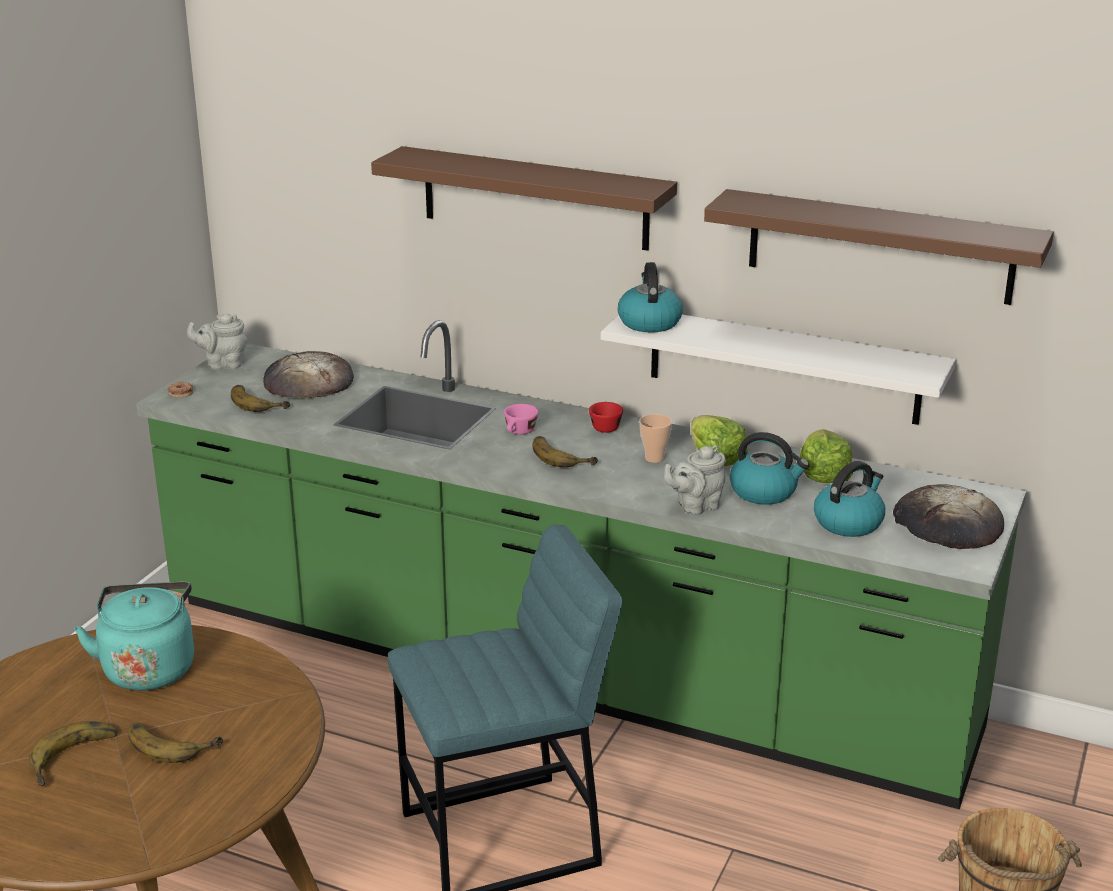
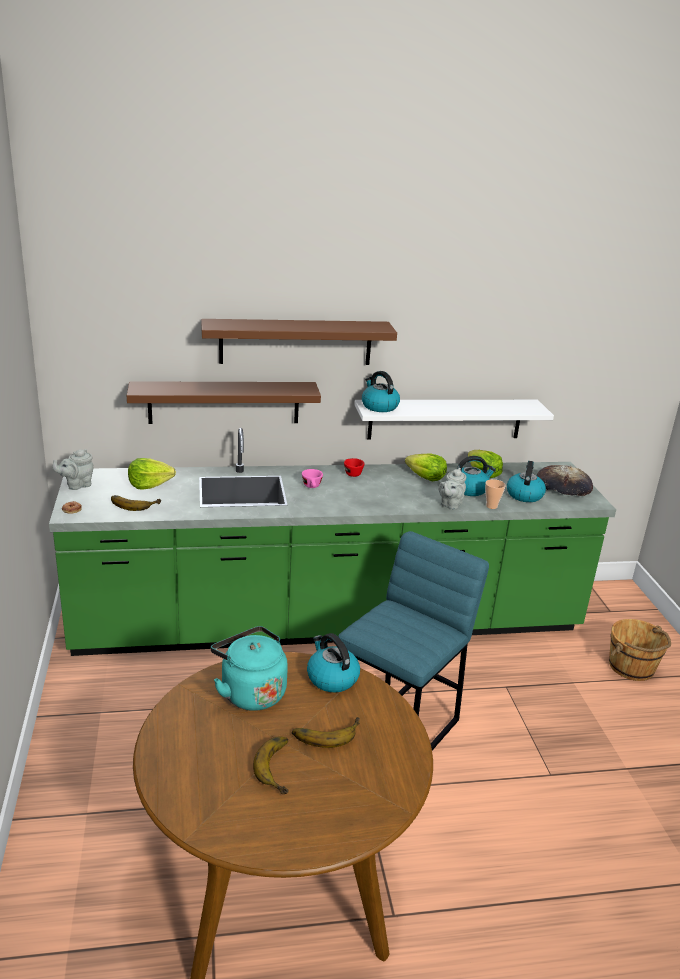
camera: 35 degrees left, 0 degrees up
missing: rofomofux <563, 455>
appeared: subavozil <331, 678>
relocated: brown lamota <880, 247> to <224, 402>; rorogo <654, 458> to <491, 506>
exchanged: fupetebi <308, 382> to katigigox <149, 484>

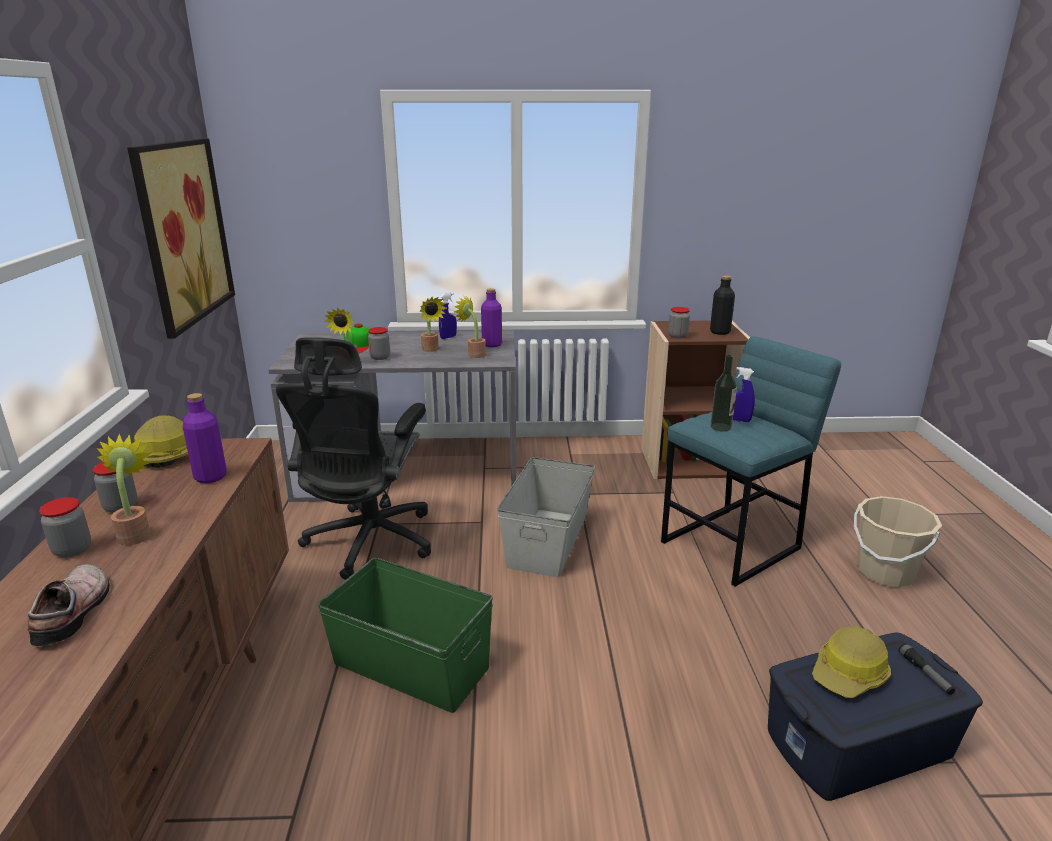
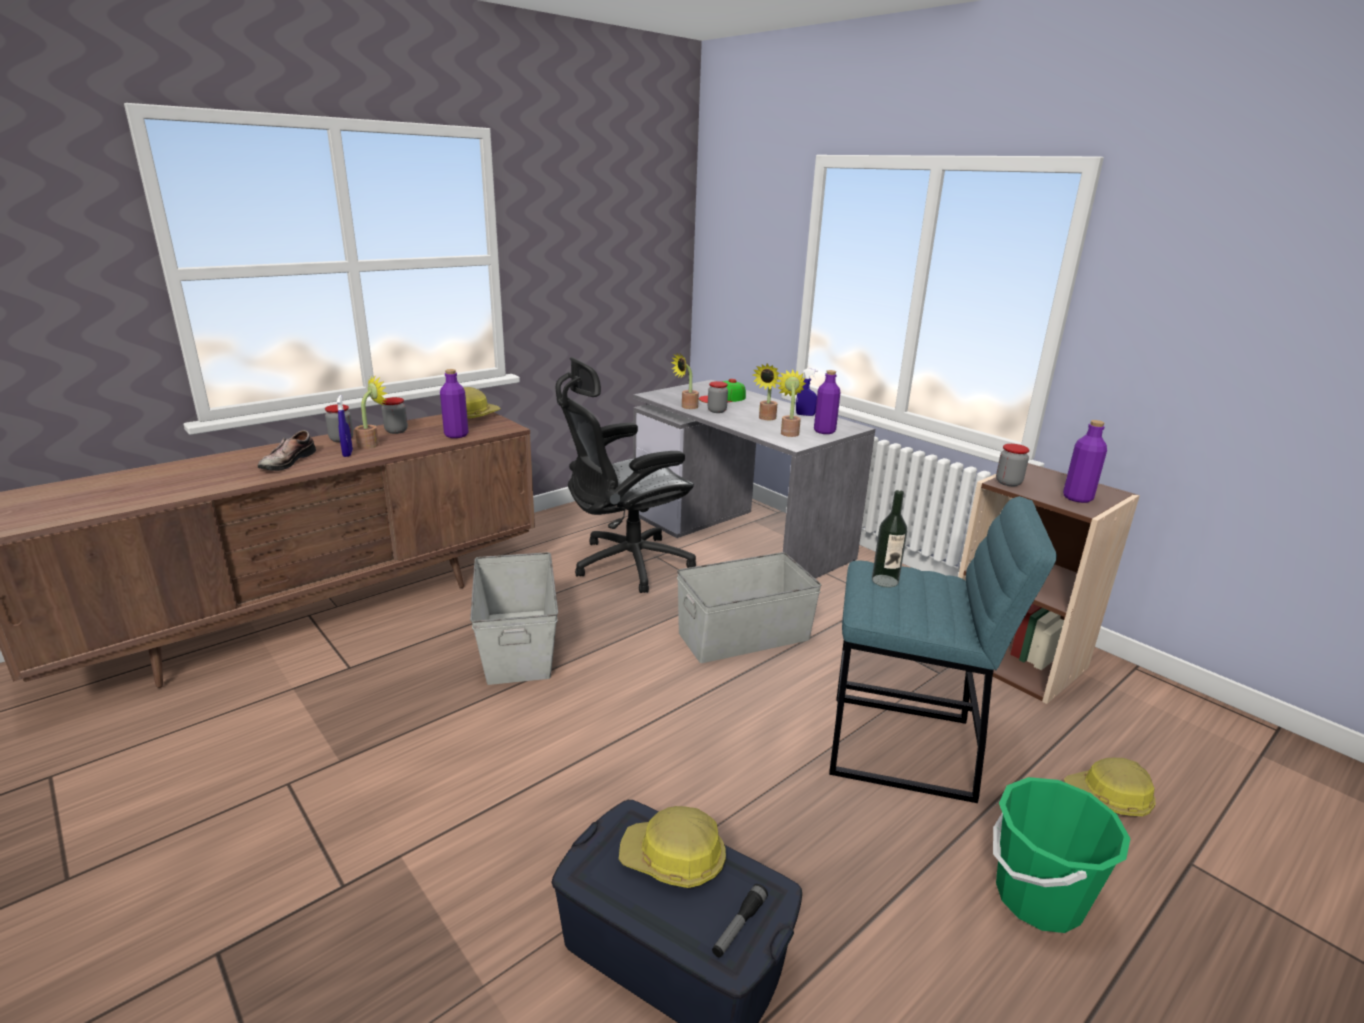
camera: 50 degrees right, 0 degrees up
missing: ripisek <184, 232>
appeared: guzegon <1109, 799>
relocated: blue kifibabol <739, 420> to <347, 453>
colour: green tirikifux <411, 664> to grey tirikifux <518, 644>; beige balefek <884, 572> to green balefek <1038, 897>; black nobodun <720, 332> to purple nobodun <1077, 498>
spun: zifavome <76, 610> = <286, 462> 150 degrees clockwise

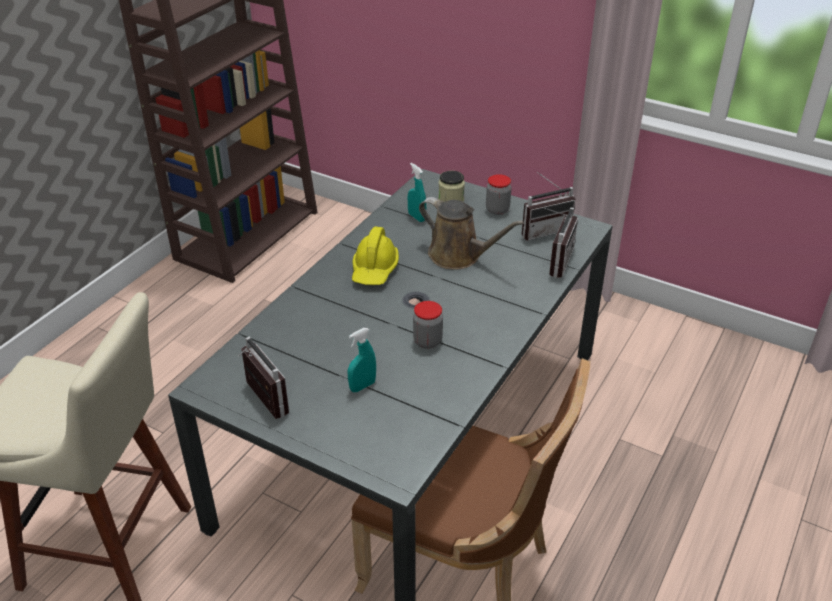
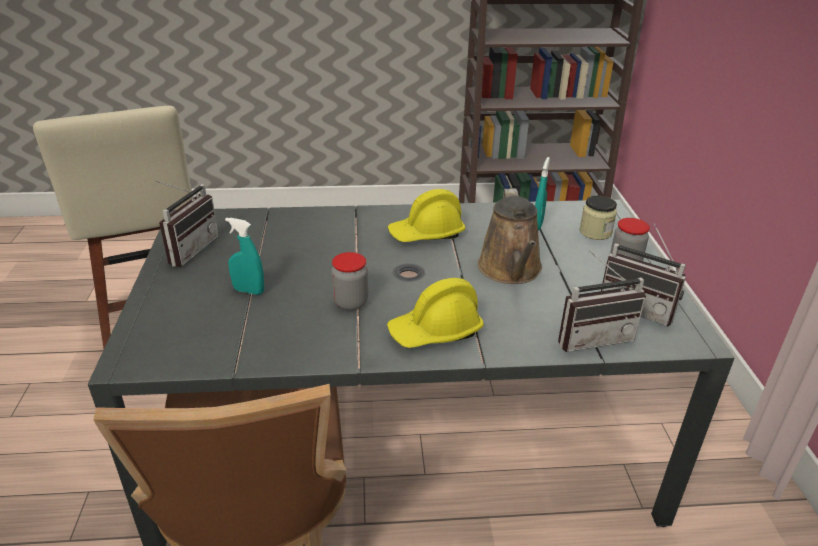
camera: 55 degrees right, 5 degrees down
appeared: yellow guzegon <435, 331>

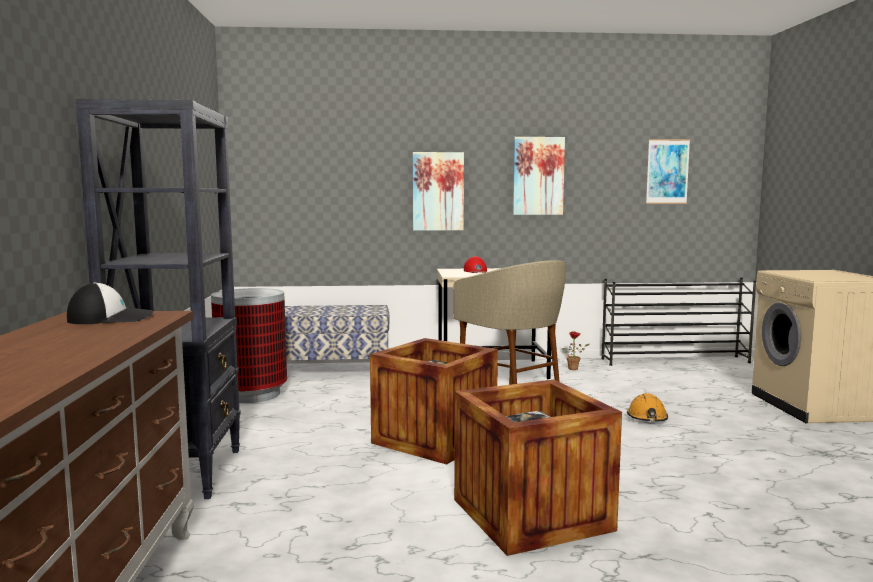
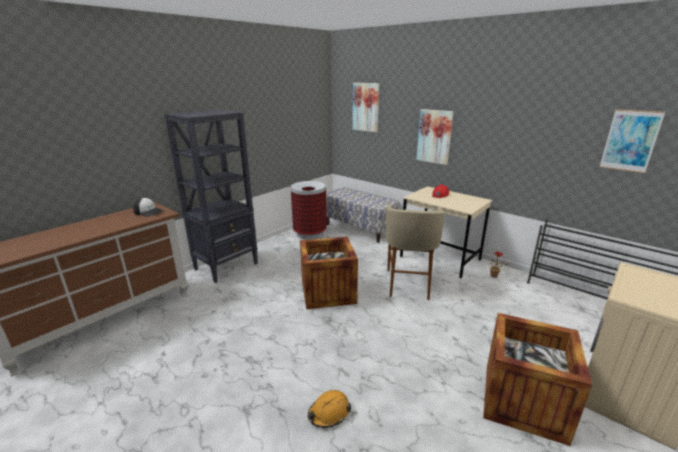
camera: 45 degrees right, 15 degrees up
relocated: orange guzegon <647, 418> to <329, 413>; ripisek <538, 176> to <366, 107>; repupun <531, 514> to <523, 401>

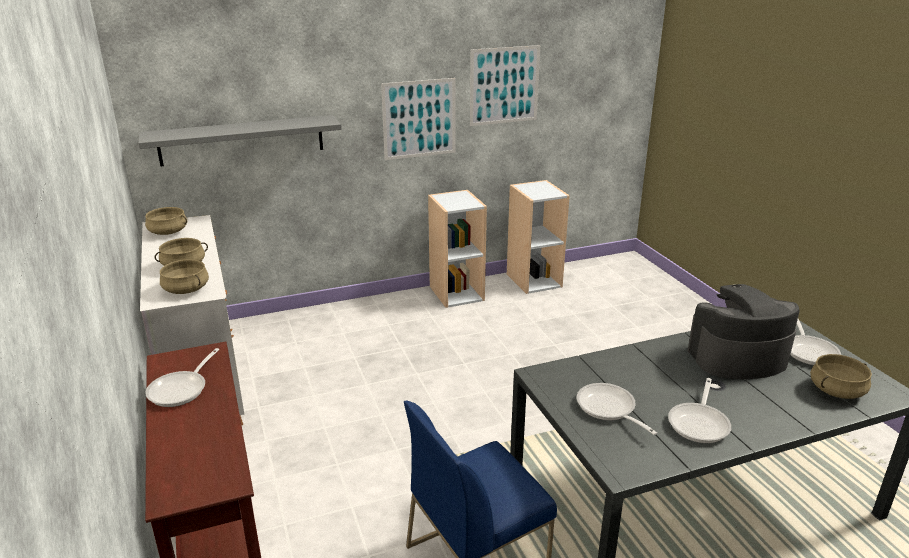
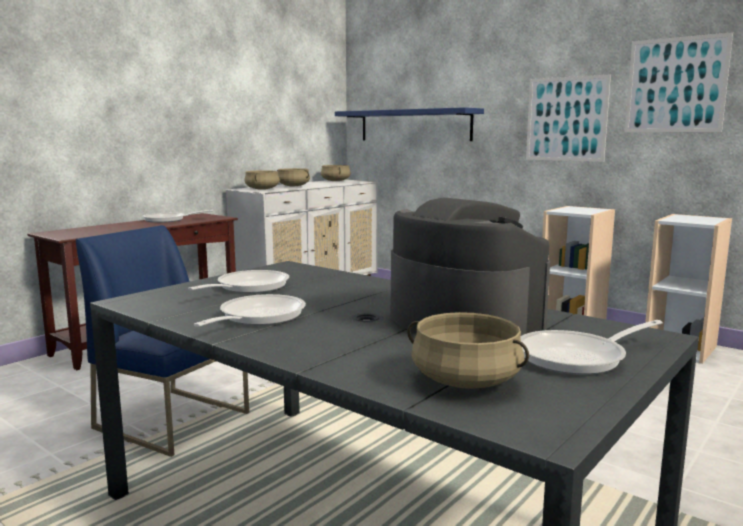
camera: 60 degrees right, 15 degrees down
colour: grey lamota <242, 140> to blue lamota <414, 125>
spun: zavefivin <699, 423> = <257, 318> 120 degrees clockwise

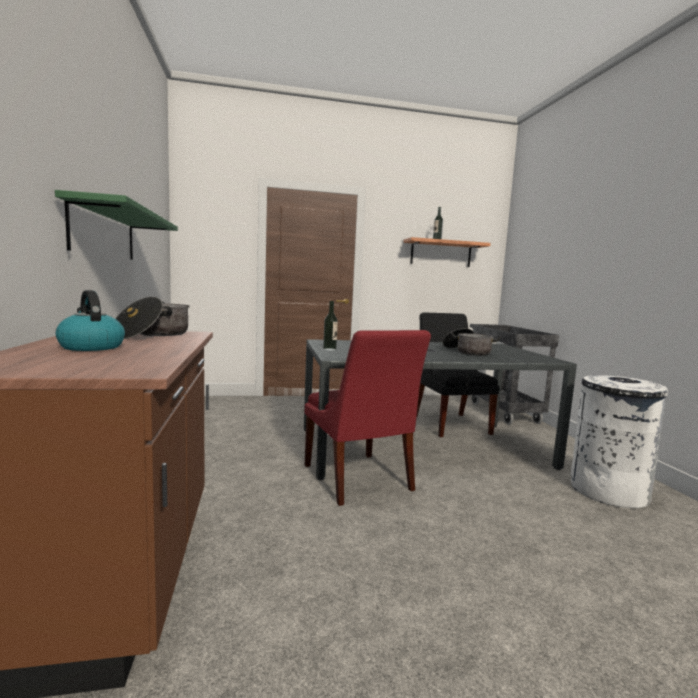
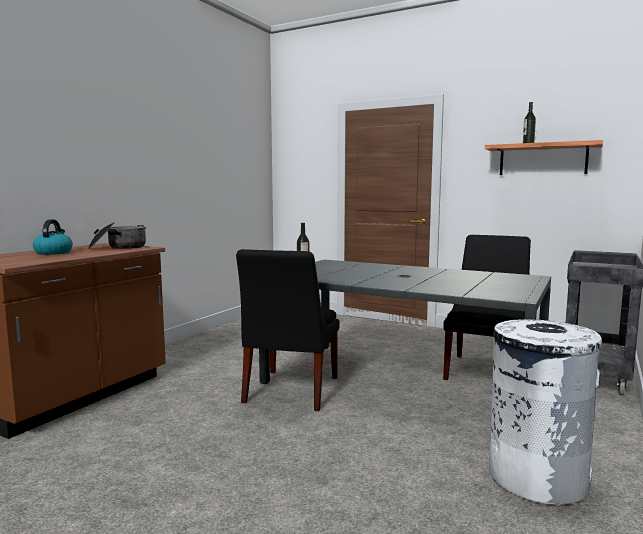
camera: 40 degrees right, 0 degrees up
missing: green lamota <104, 233>; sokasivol <467, 352>
colour: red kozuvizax <358, 480> to black kozuvizax <290, 391>

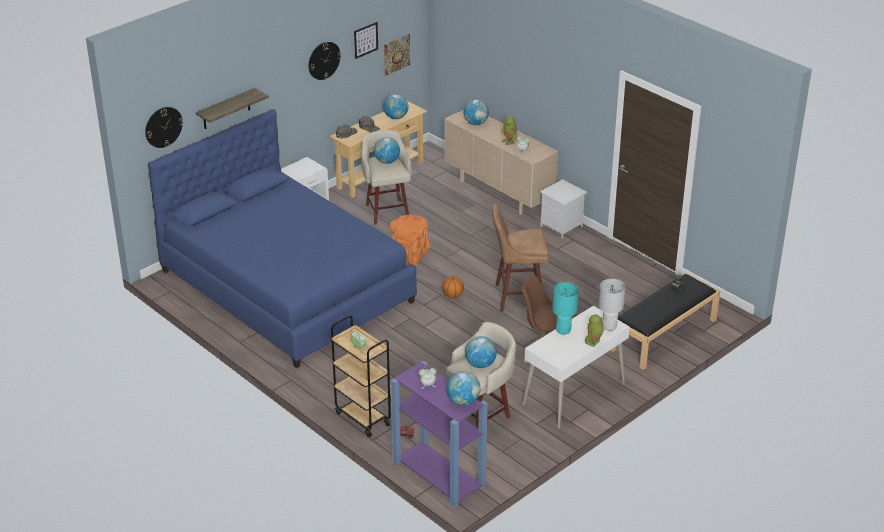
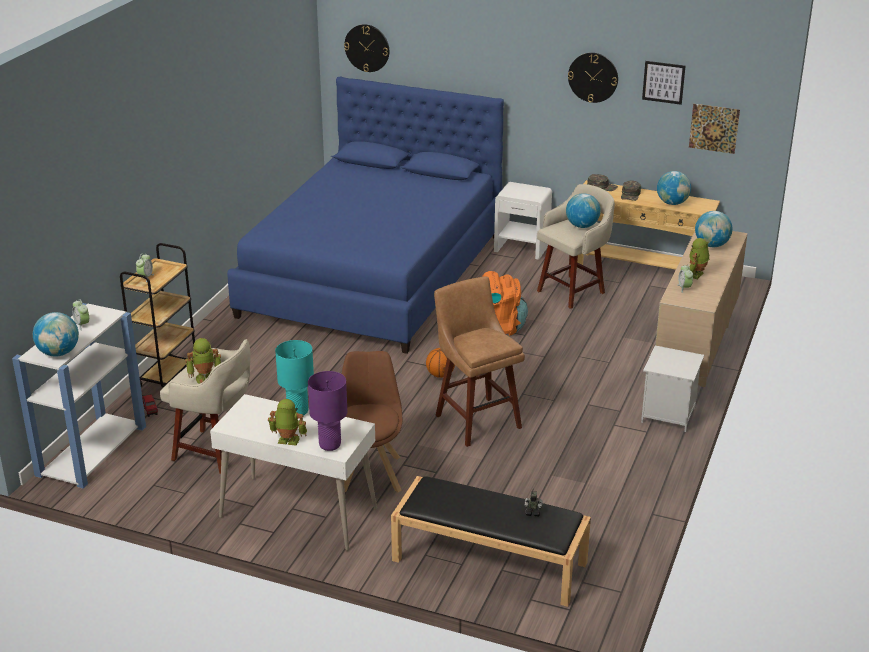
camera: 65 degrees right, 5 degrees down
missing: lamota <226, 109>
exchanged: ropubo <480, 364> to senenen <205, 378>
colour: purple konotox <438, 473> to white konotox <93, 450>; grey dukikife <609, 327> to purple dukikife <330, 446>

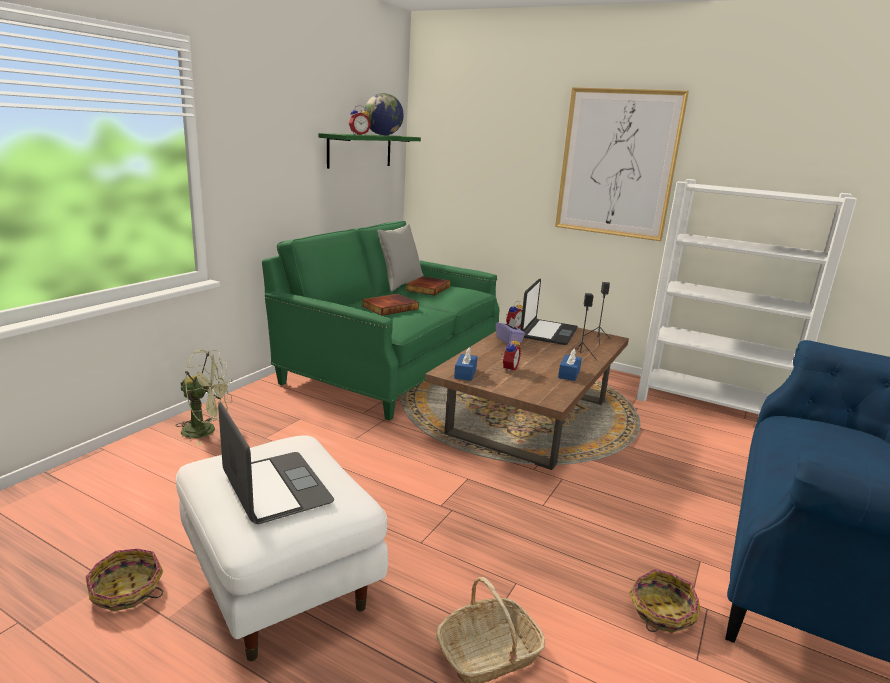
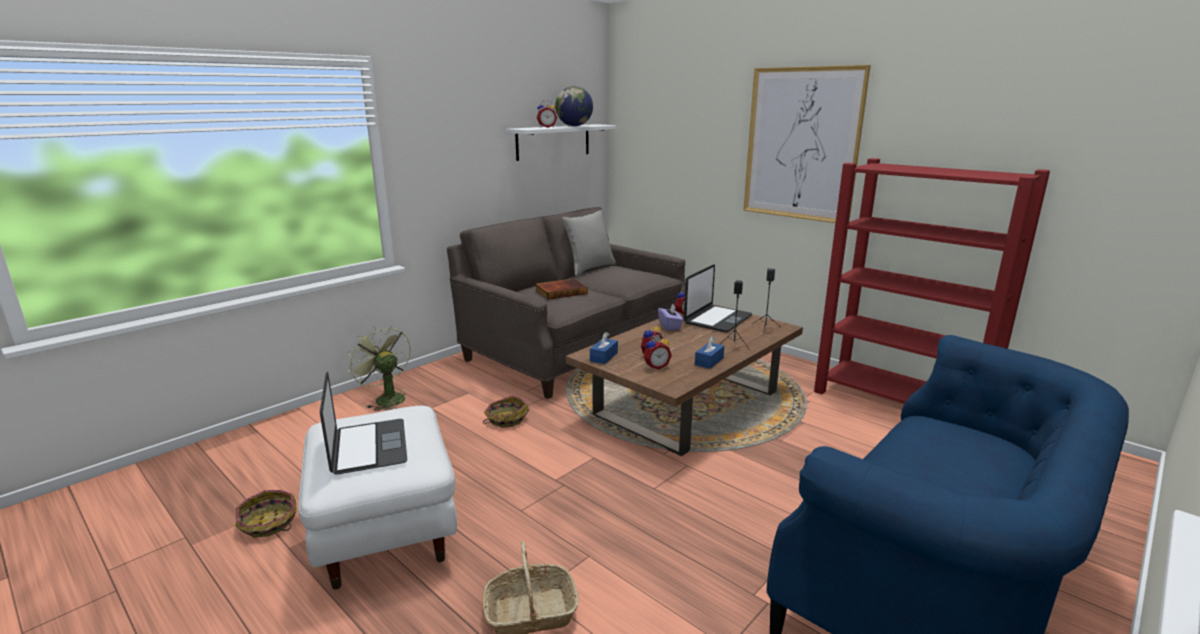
camera: 15 degrees right, 0 degrees up
missing: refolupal <427, 288>
appeared: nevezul <656, 366>
relocated: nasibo <661, 612> to <506, 419>
colour: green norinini <390, 366> to grey norinini <574, 348>; green lamota <360, 150> to white lamota <553, 141>; white konotox <712, 406> to red konotox <899, 404>
spun: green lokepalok <206, 430> = <385, 398> 150 degrees counterclockwise

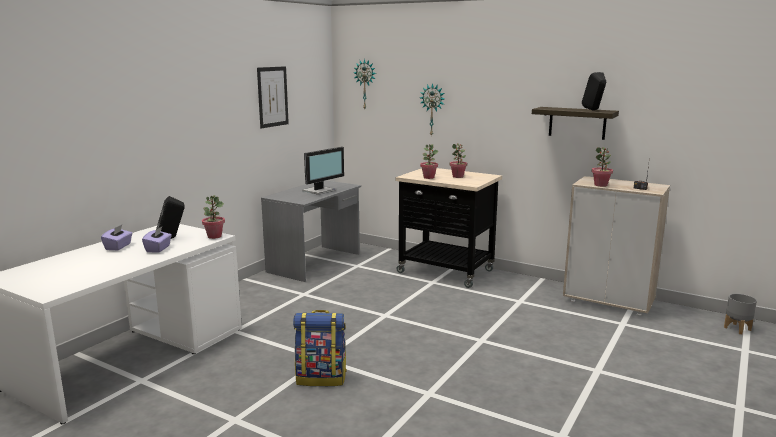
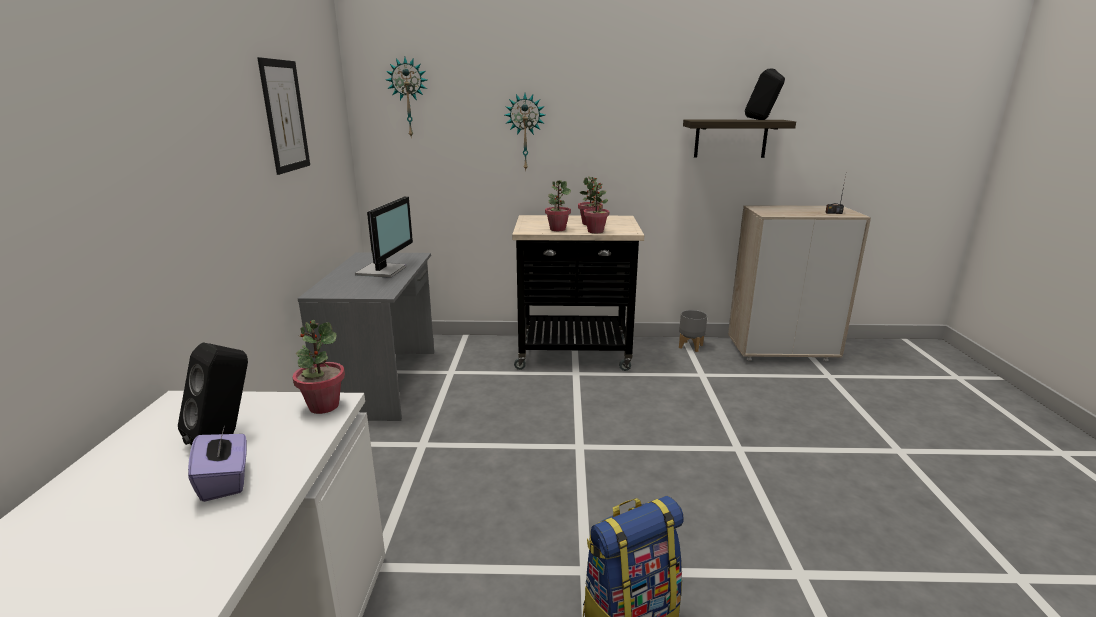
camera: 30 degrees left, 5 degrees up
missing: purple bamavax <118, 247>
relocated: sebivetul <601, 185> to <595, 231>; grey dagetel <737, 328> to <691, 346>

